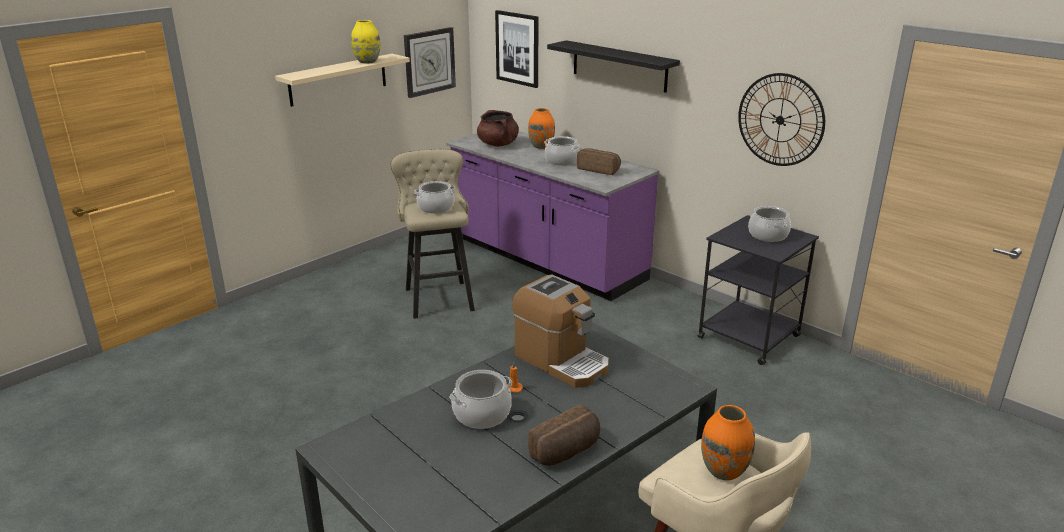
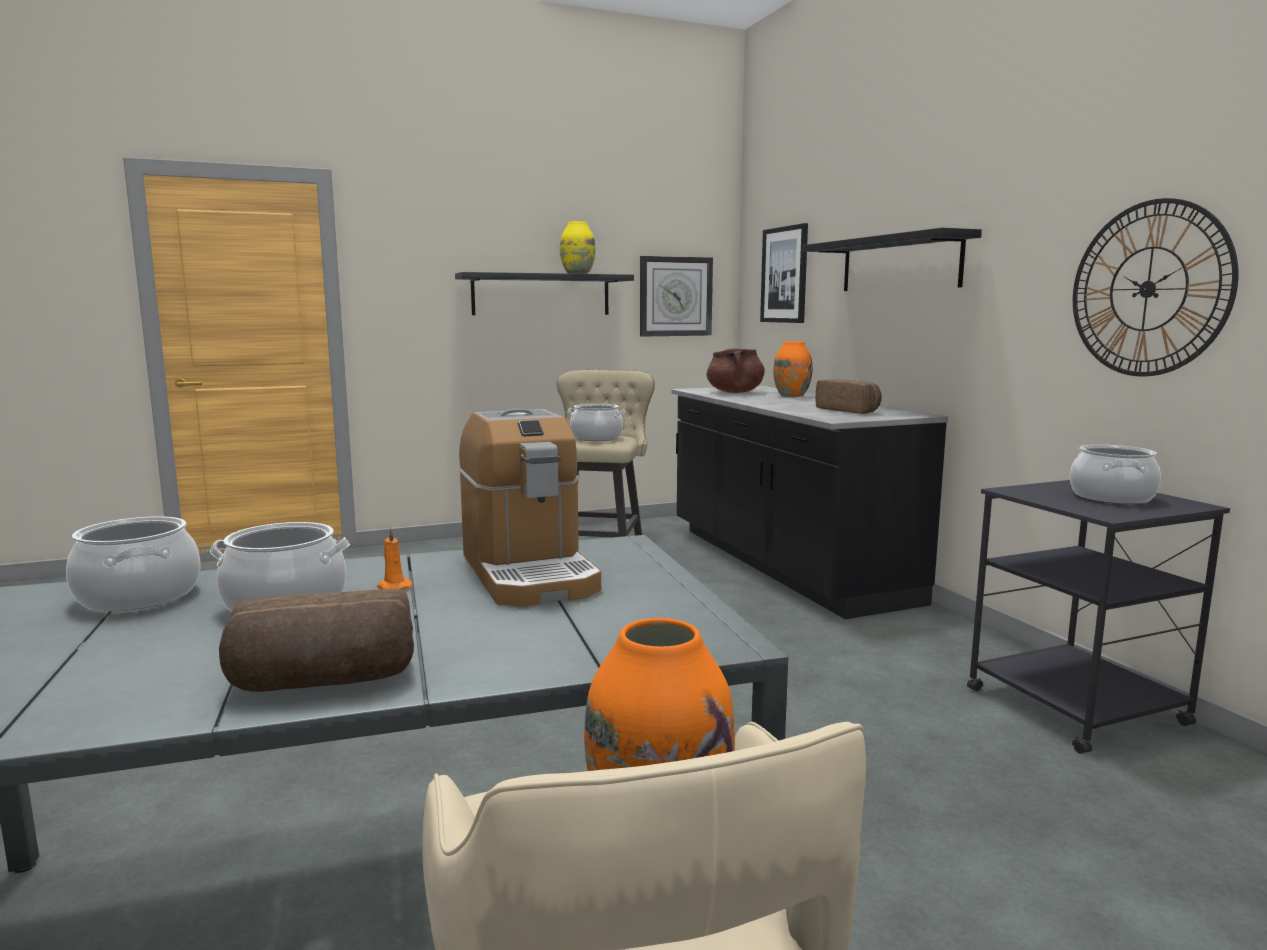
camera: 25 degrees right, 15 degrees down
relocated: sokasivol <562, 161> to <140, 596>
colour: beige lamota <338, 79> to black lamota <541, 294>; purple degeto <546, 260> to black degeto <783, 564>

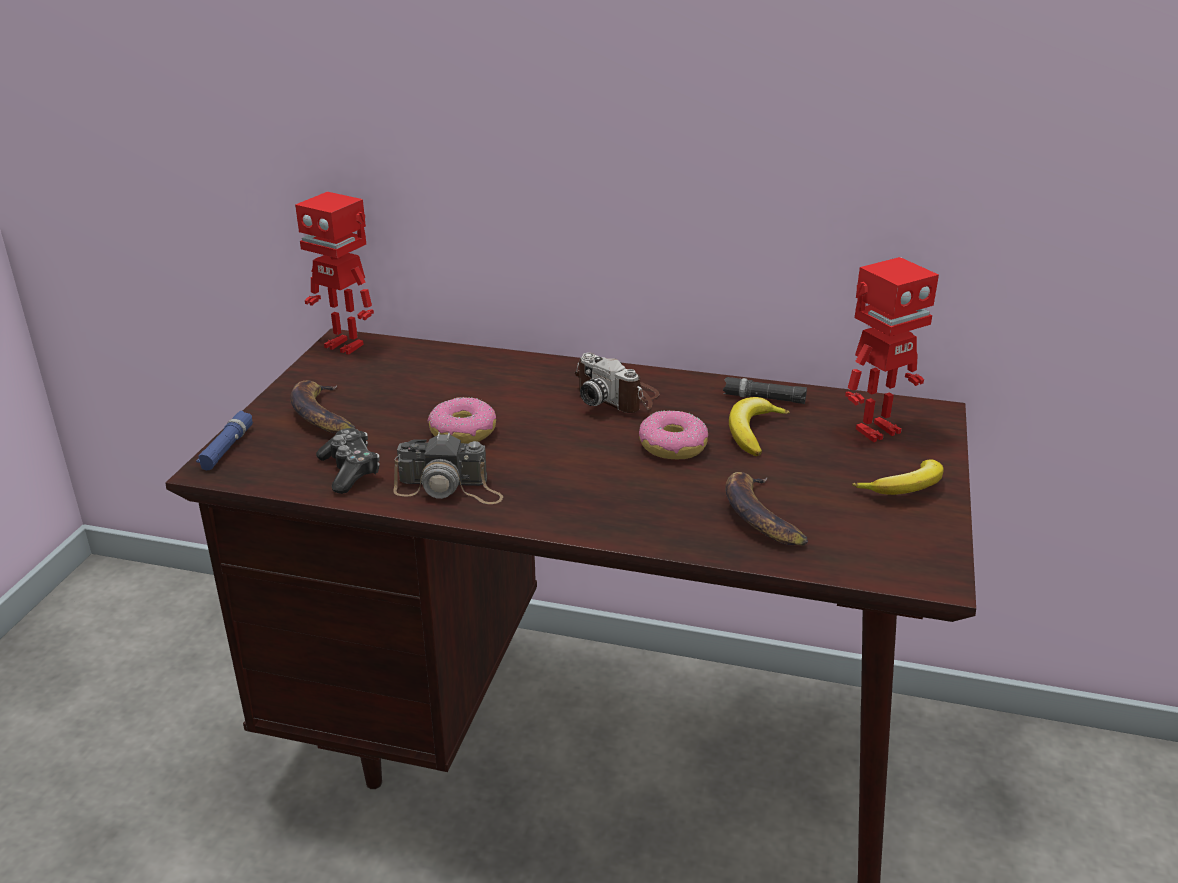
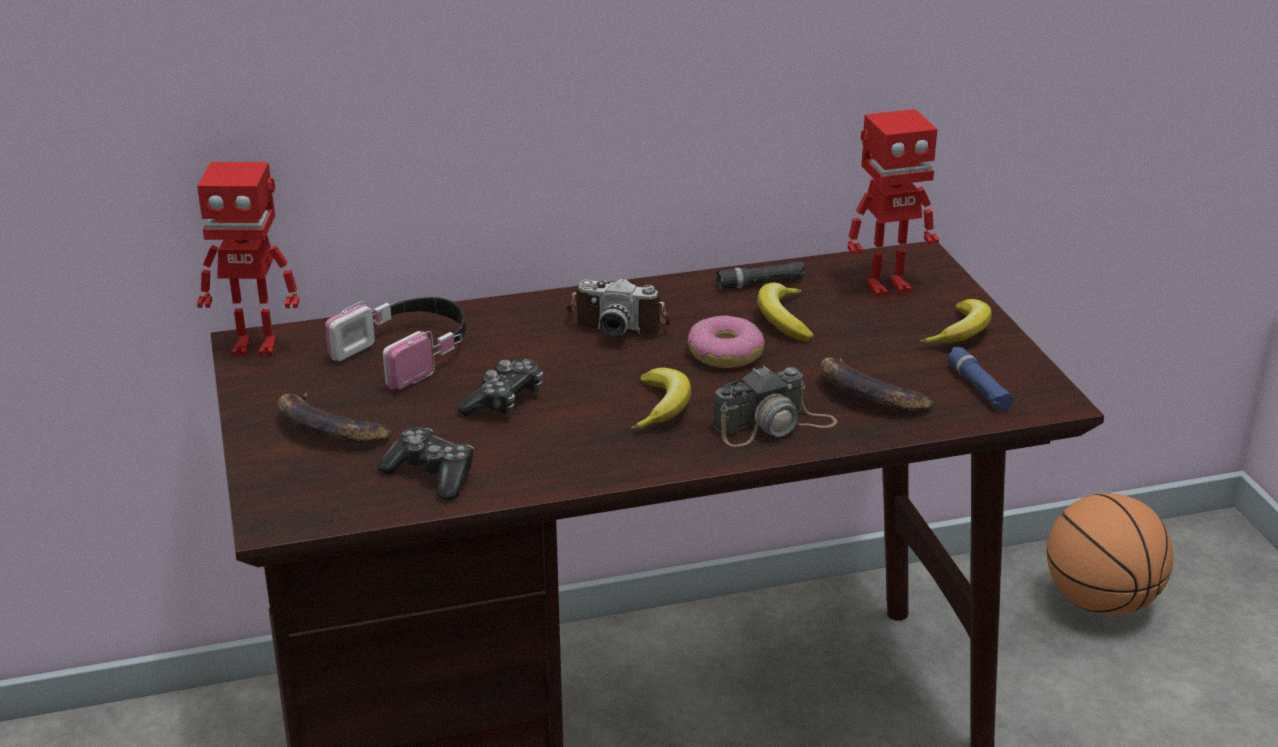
camera: 30 degrees left, 0 degrees up
appeared: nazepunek <408, 353>; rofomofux <662, 407>; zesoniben <1100, 602>
relocated: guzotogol <449, 488> to <774, 425>; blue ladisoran <227, 448> to <978, 387>
exchanged: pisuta <463, 432> to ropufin <504, 401>
spun: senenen <875, 430> = <887, 287> 45 degrees clockwise

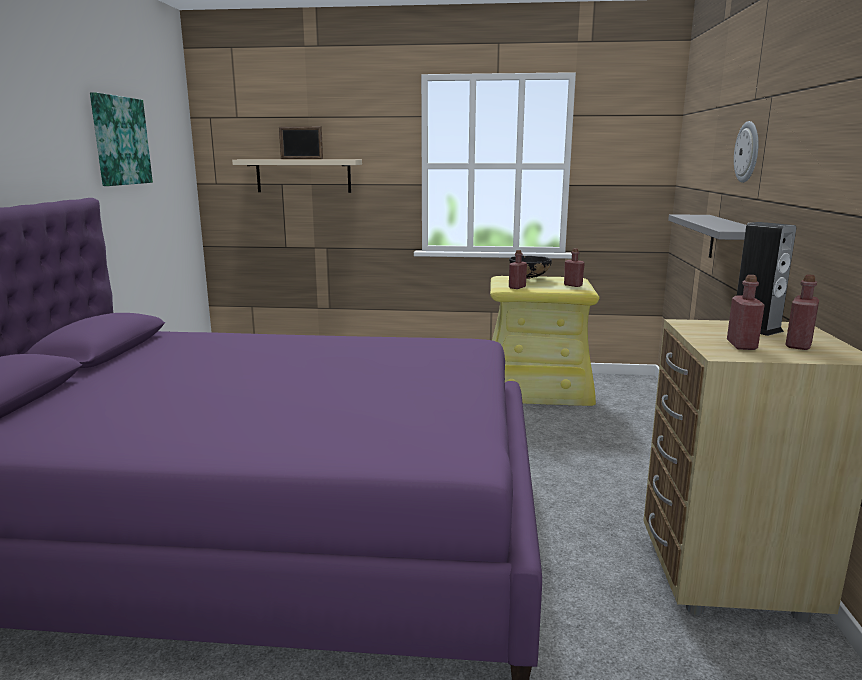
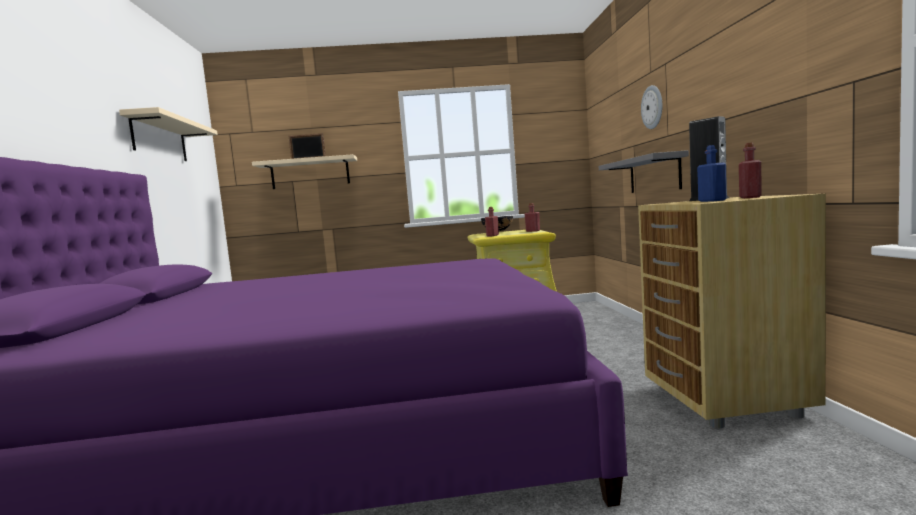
camera: 10 degrees left, 10 degrees down
exchanged: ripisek <120, 141> to beige lamota <159, 139>
colour: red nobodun <741, 345> to blue nobodun <712, 201>

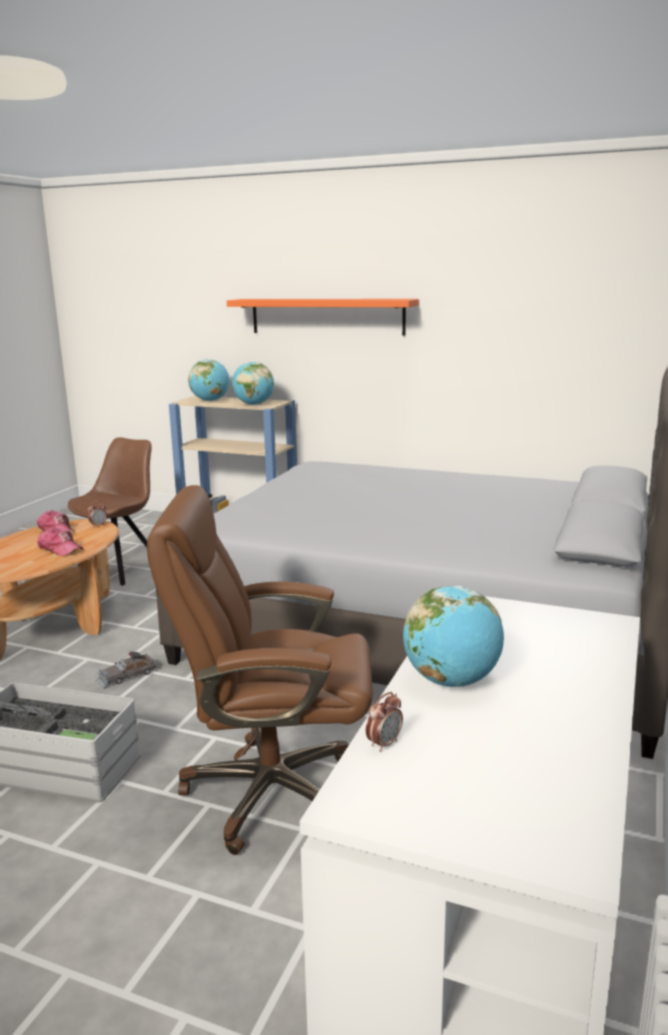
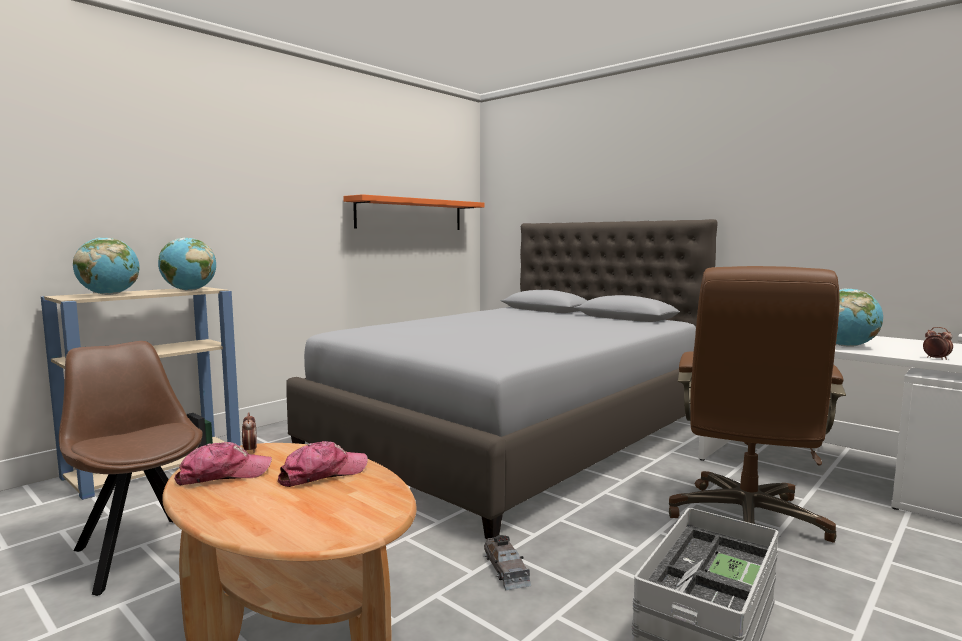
camera: 70 degrees left, 10 degrees down
relocated: orange lamota <326, 316> to <410, 214>

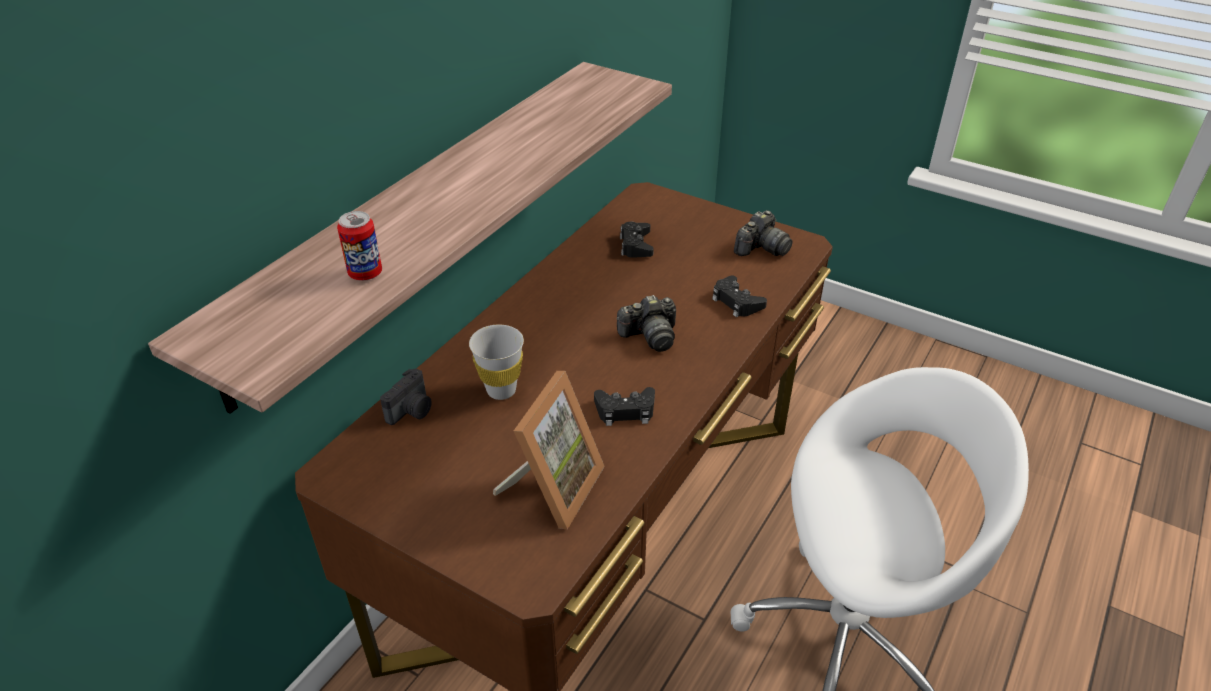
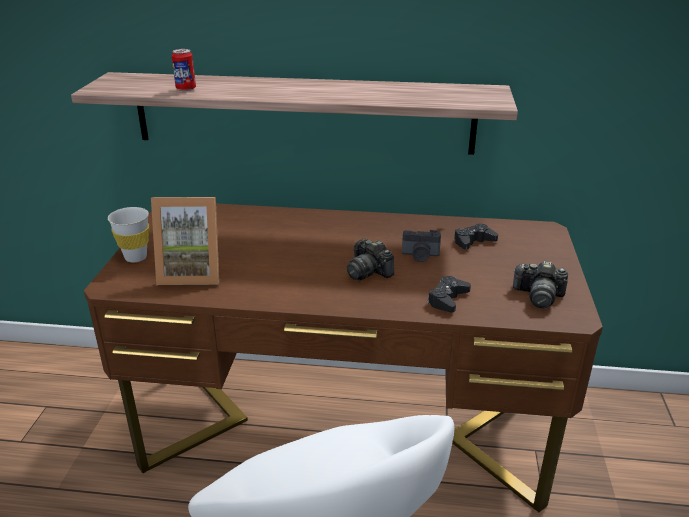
camera: 65 degrees right, 10 degrees down
missing: black ropufin <625, 411>
relocated: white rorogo <501, 390> to <136, 257>; guzotogol <412, 411> to <420, 256>

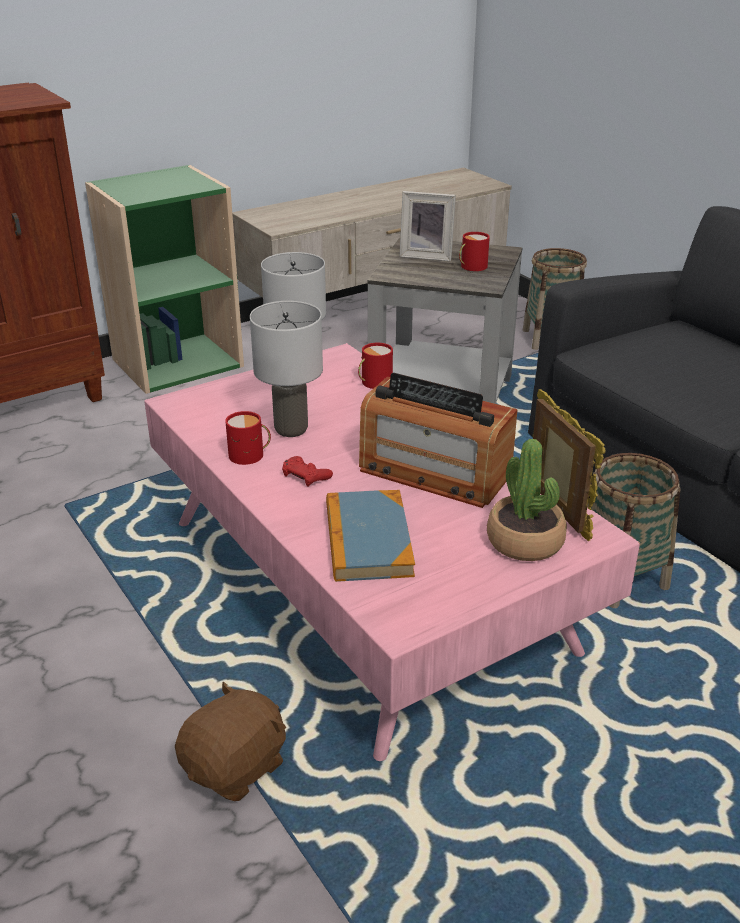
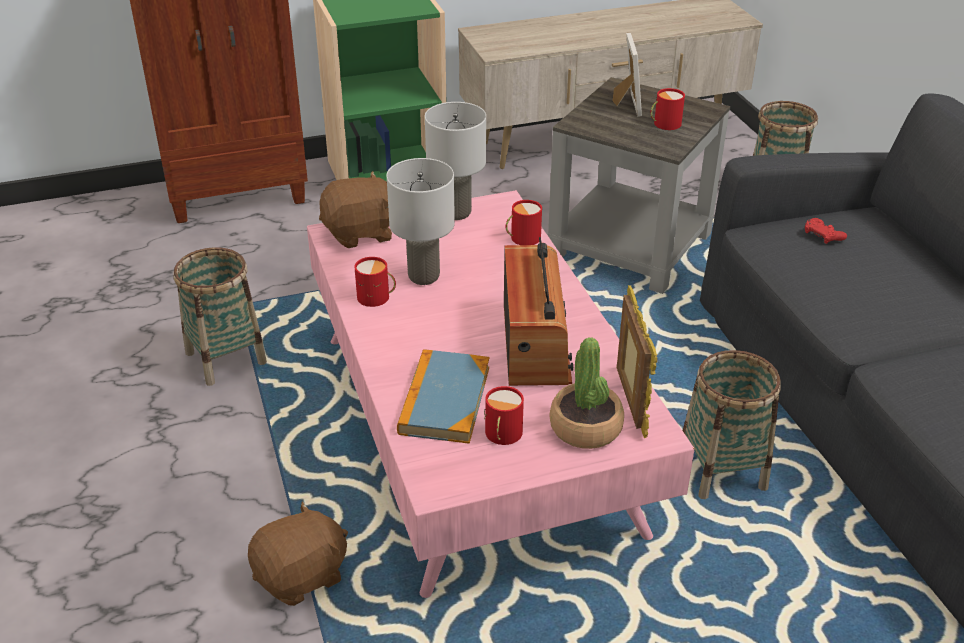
camera: 15 degrees right, 5 degrees up
appeared: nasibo <226, 358>; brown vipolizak <362, 233>; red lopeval <502, 434>
relocated: red ropufin <306, 476> to <823, 235>
spun: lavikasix <434, 472> = <535, 343> 135 degrees counterclockwise; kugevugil <427, 255> = <625, 104> 120 degrees counterclockwise

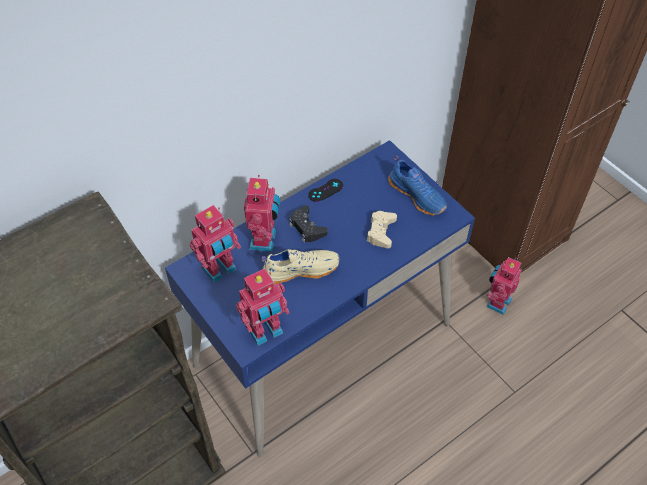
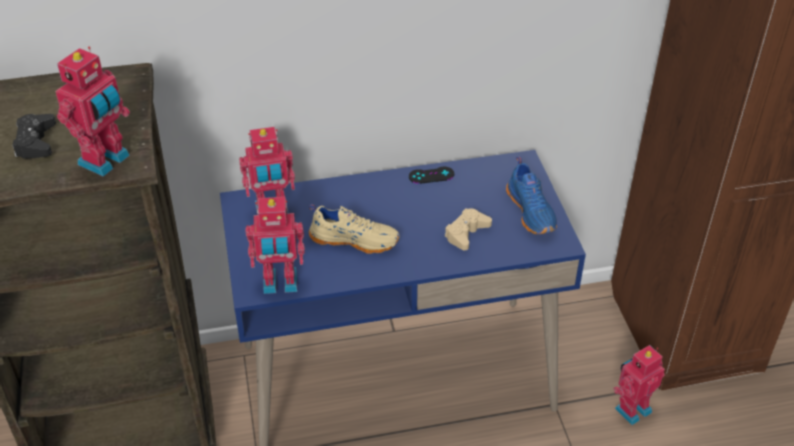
camera: 25 degrees right, 10 degrees down
relocated: black ropufin <307, 228> to <36, 142>; senenen <265, 240> to <106, 161>

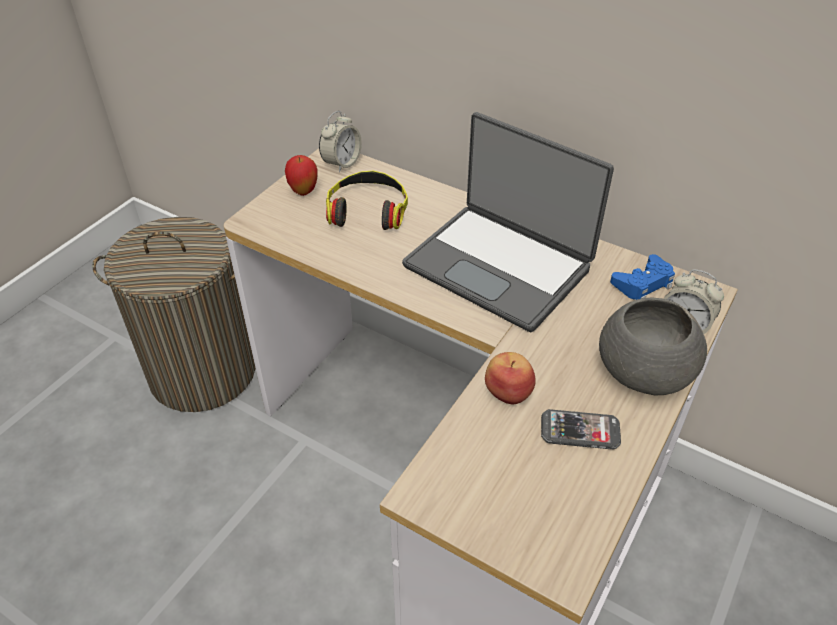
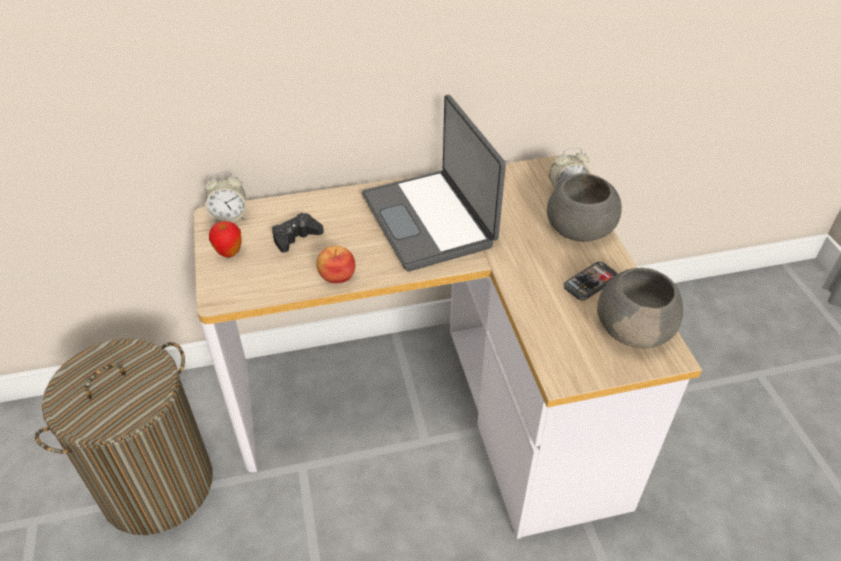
camera: 45 degrees left, 0 degrees up
missing: blue ropufin <643, 283>
appeared: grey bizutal <635, 329>
relocated: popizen <508, 391> to <337, 276>
exchanged: nazepunek <368, 209> to black ropufin <296, 237>
spun: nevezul <341, 163> = <229, 216> 90 degrees clockwise; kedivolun <499, 266> = <430, 220> 75 degrees clockwise

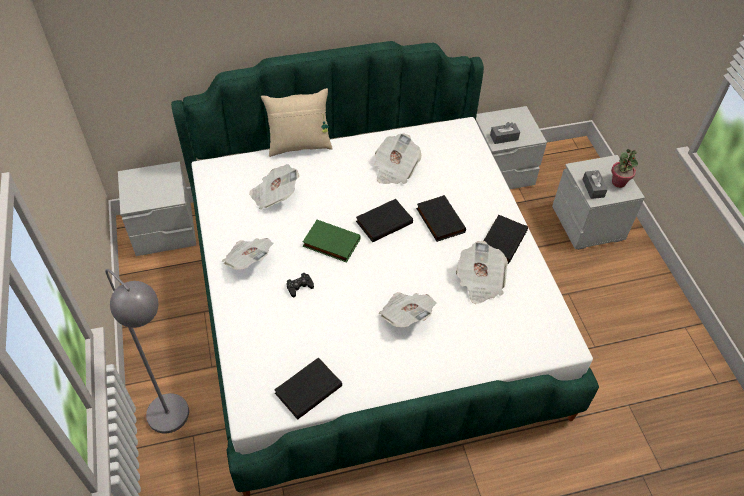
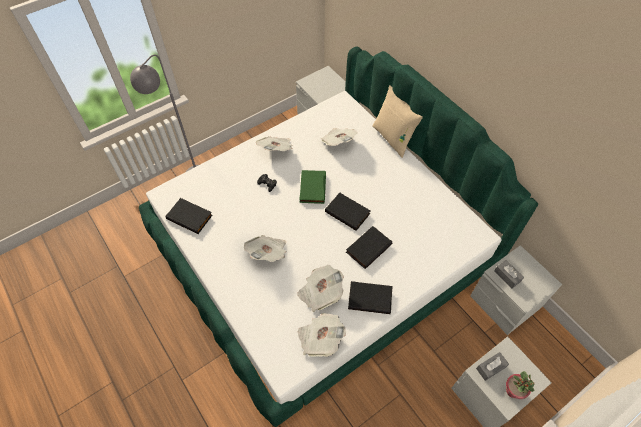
camera: 70 degrees right, 5 degrees up
relocated: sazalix <395, 169> to <320, 339>

